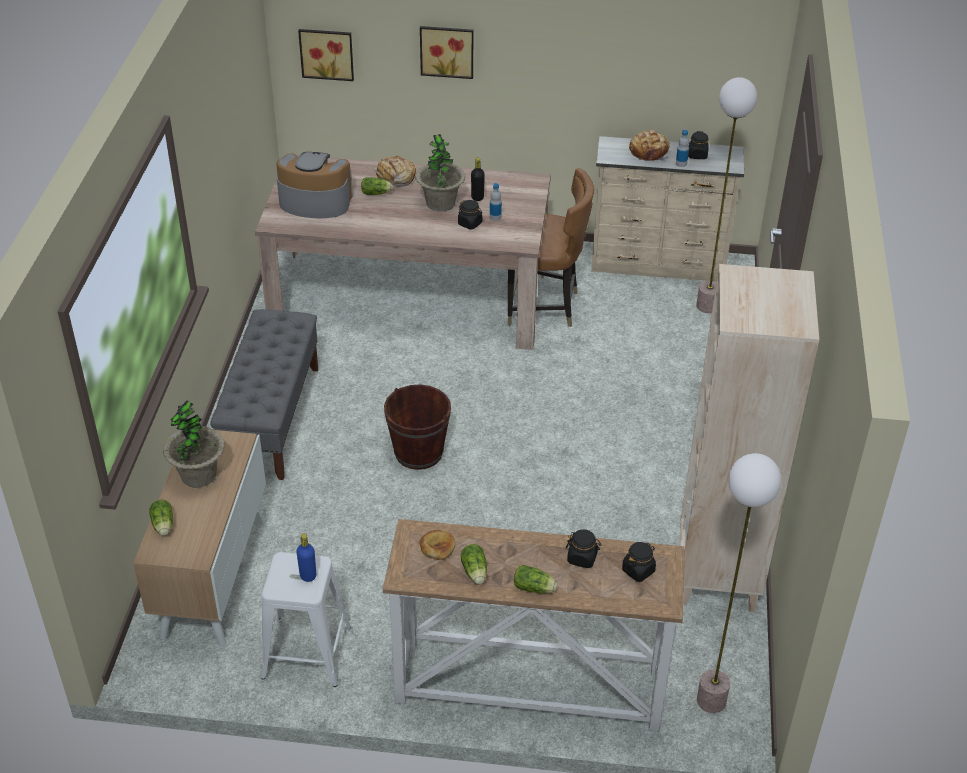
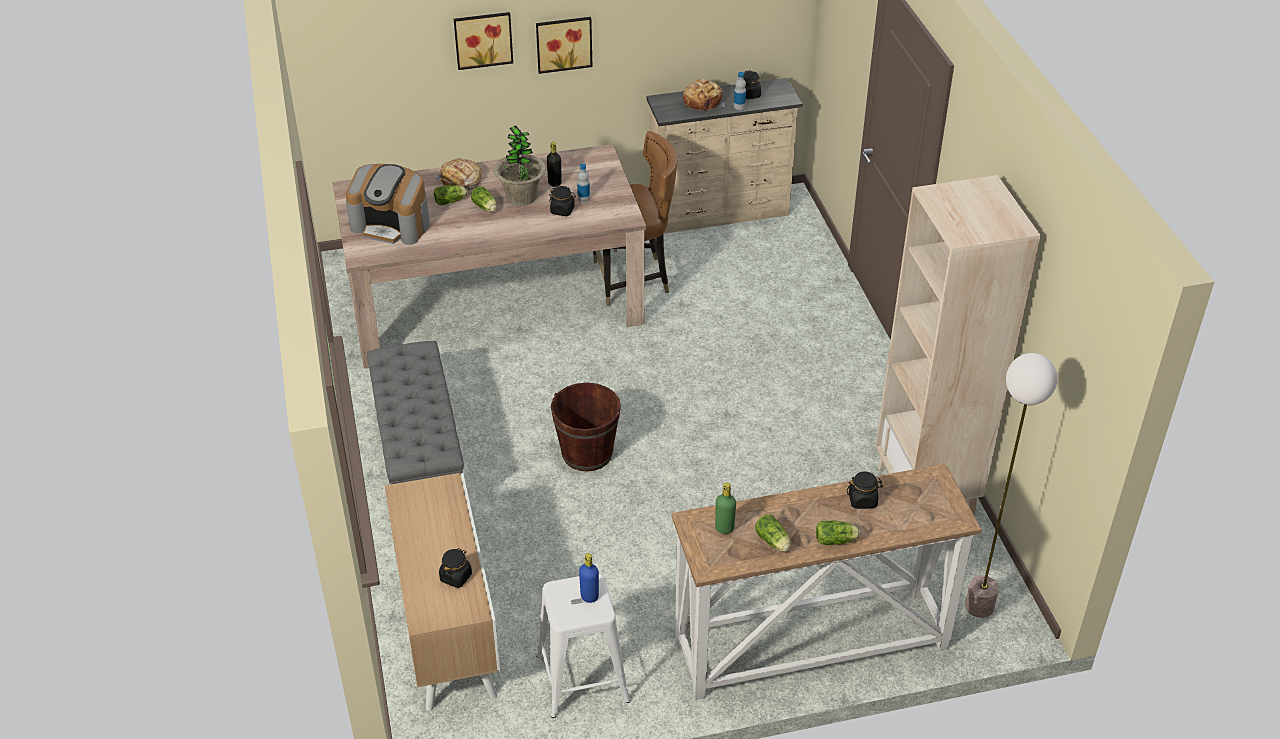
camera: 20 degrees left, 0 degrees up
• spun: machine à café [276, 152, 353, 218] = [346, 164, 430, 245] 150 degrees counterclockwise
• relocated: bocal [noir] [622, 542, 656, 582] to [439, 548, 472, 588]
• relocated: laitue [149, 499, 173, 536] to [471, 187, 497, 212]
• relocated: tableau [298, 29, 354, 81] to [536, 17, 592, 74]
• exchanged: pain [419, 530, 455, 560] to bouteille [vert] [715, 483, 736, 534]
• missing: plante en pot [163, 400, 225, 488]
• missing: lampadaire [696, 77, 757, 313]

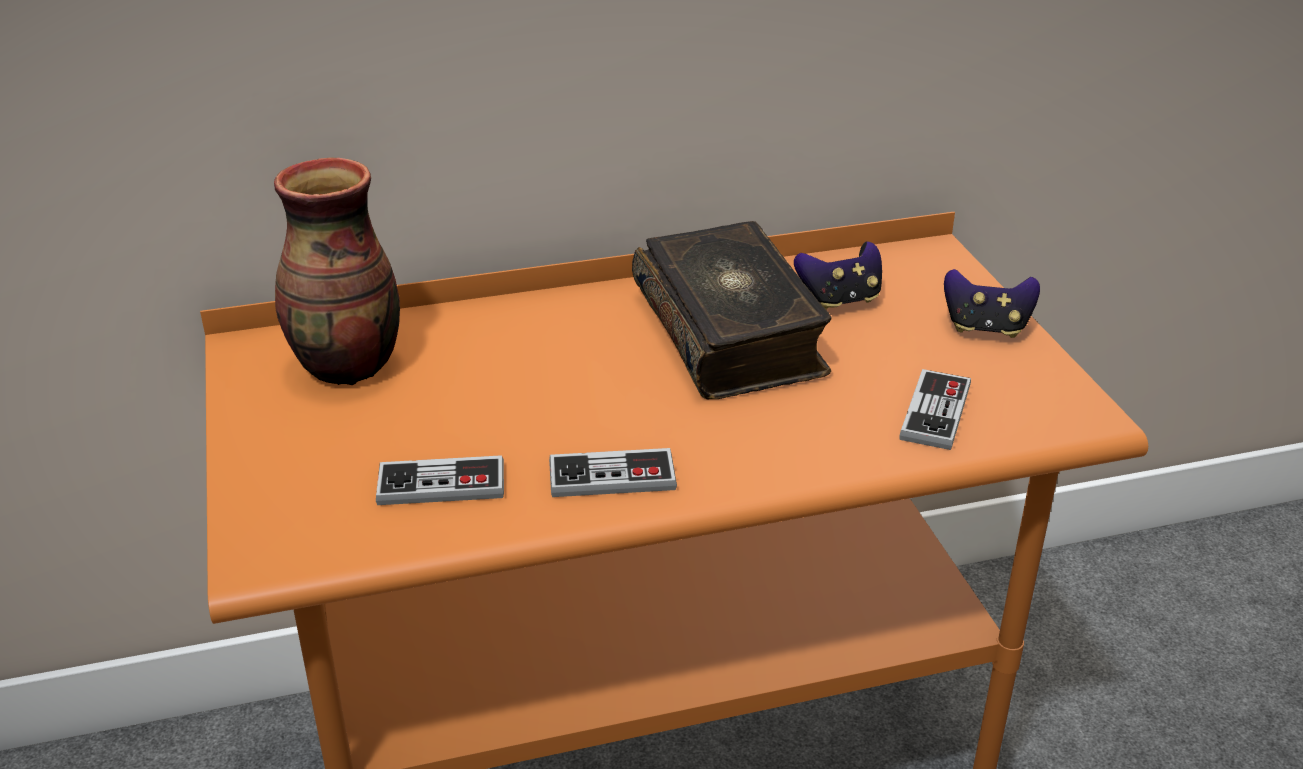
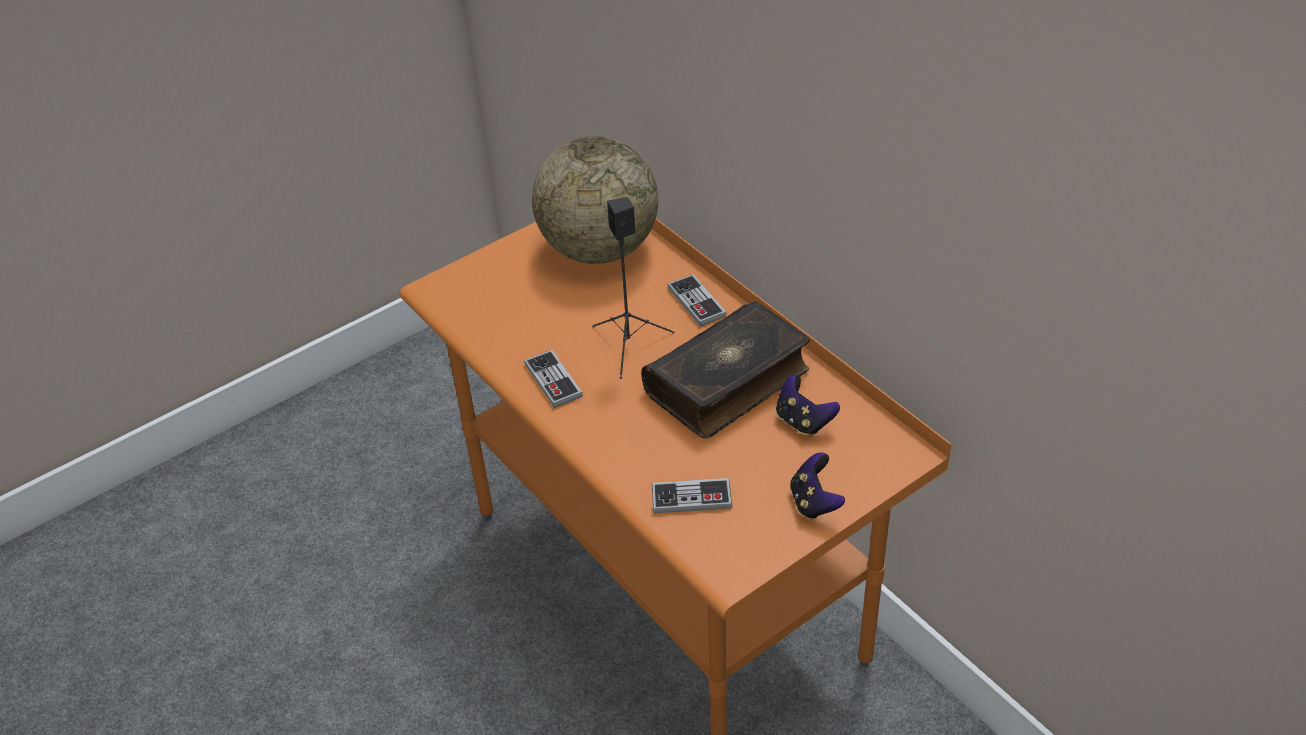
camera: 70 degrees right, 10 degrees up
• exchanged: vase [274, 157, 400, 385] to globe [532, 136, 658, 264]
• appeared: enceinte [noir] [592, 197, 674, 379]
• relocated: manette [376, 455, 504, 505] to [667, 274, 727, 327]

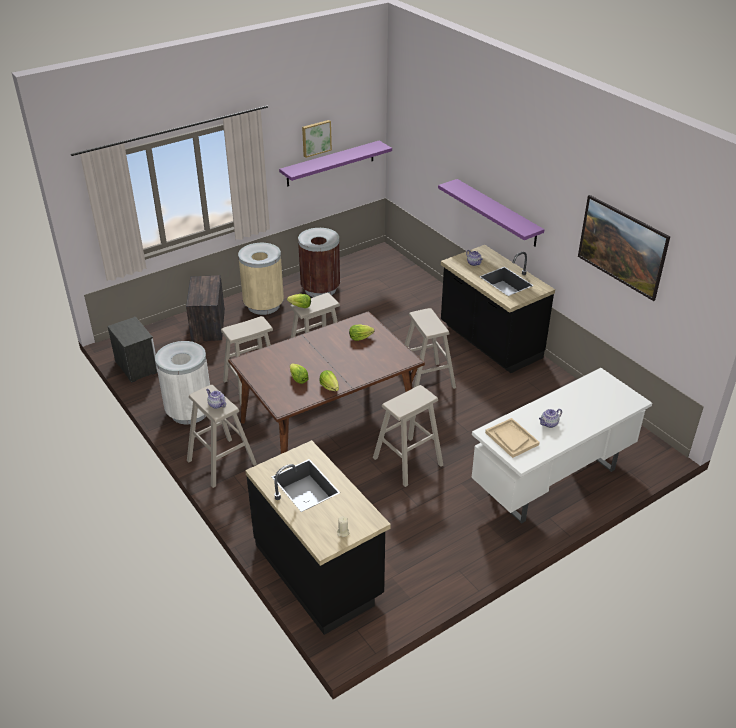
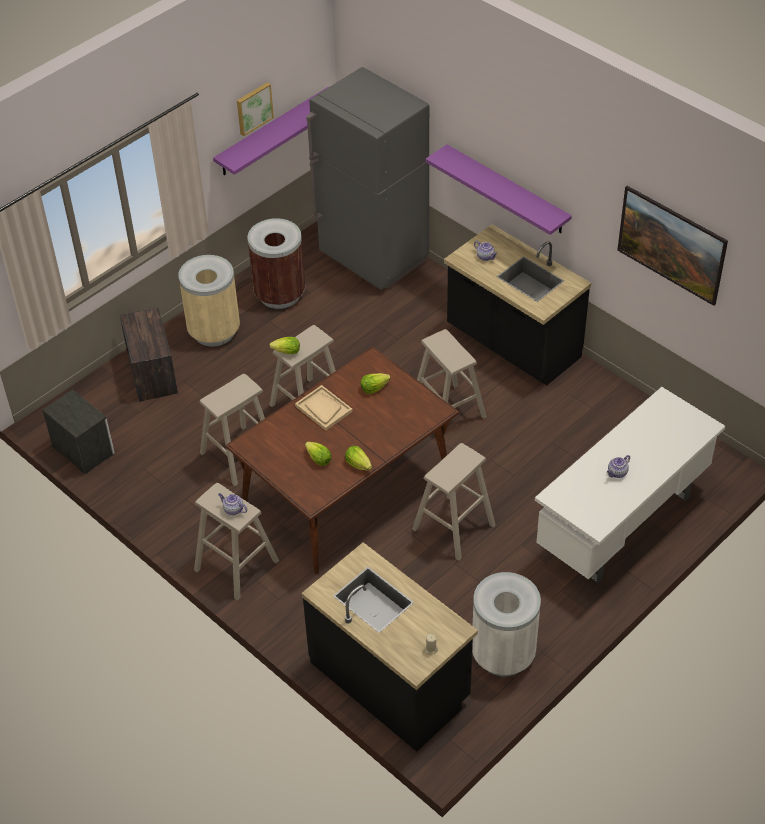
camera: 10 degrees left, 10 degrees up
• relocated: plateau [beige] [485, 418, 540, 458] to [295, 385, 353, 431]
• appeared: réfrigérateur [gris] [306, 67, 429, 290]
• relocated: poubelle [blanc] [155, 341, 210, 424] to [472, 572, 541, 676]

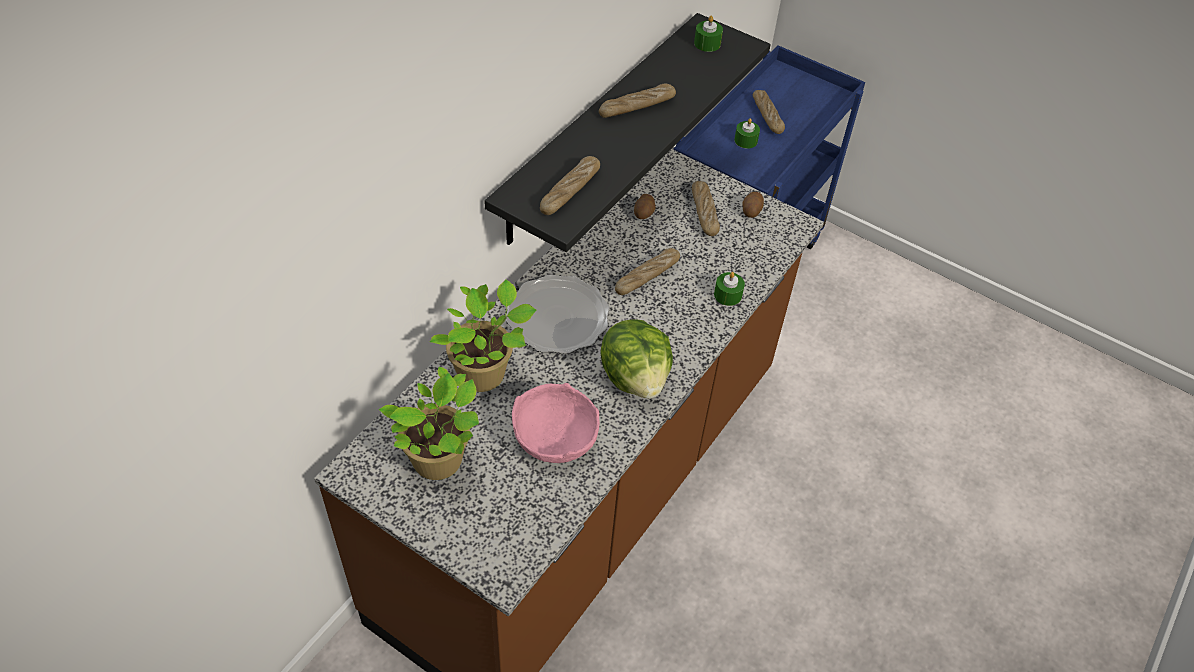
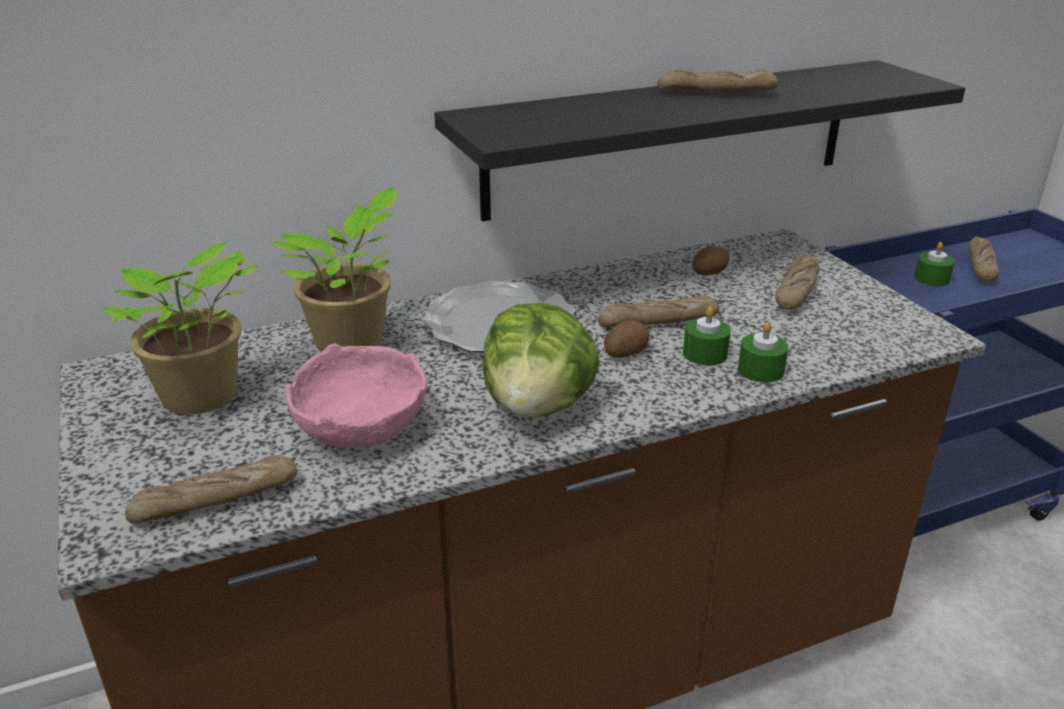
camera: 35 degrees right, 20 degrees down
• relocated: pain [540, 156, 600, 215] to [125, 455, 297, 524]
• relocated: pomme de terre [743, 192, 764, 218] to [604, 321, 650, 358]
• relocated: bougie [vert] [694, 16, 723, 52] to [683, 306, 731, 365]

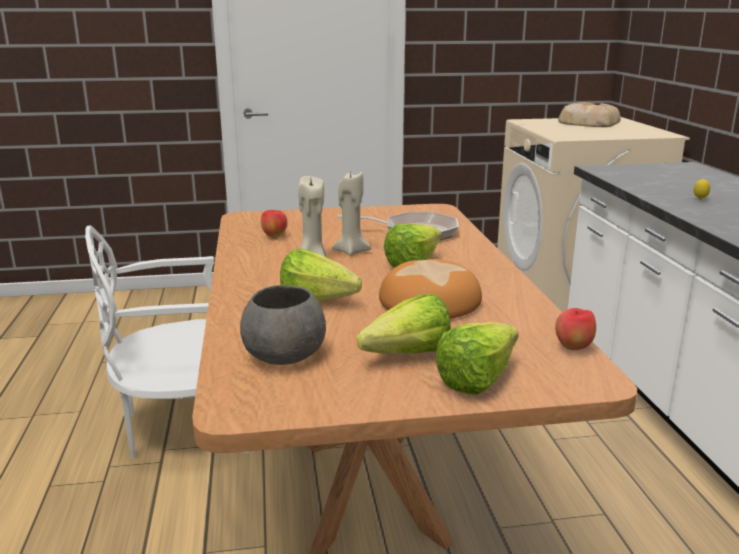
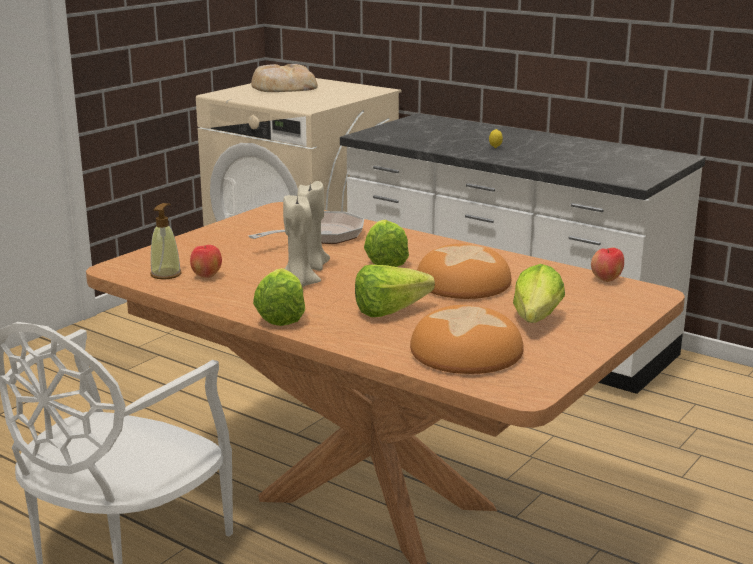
camera: 45 degrees left, 0 degrees up
• appeared: distributeur de savon [150, 203, 182, 280]
• relocated: laitue [435, 322, 518, 395] to [253, 268, 305, 326]
• exchanged: bol [gris] [240, 285, 326, 365] to pain [410, 305, 524, 374]

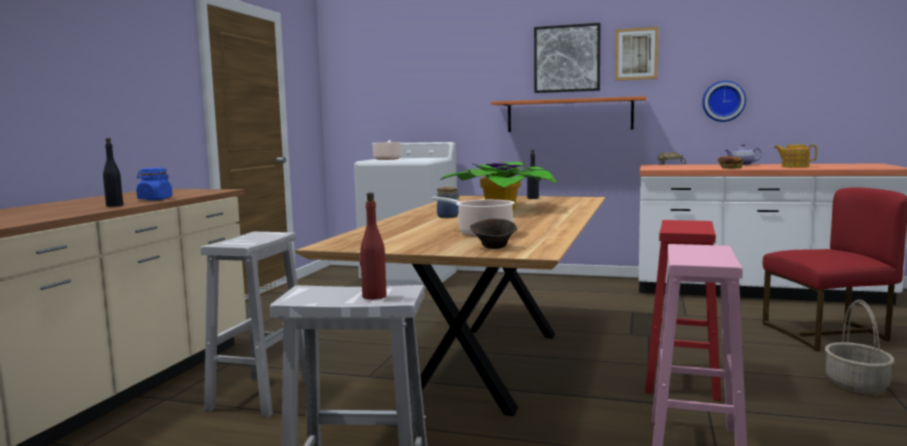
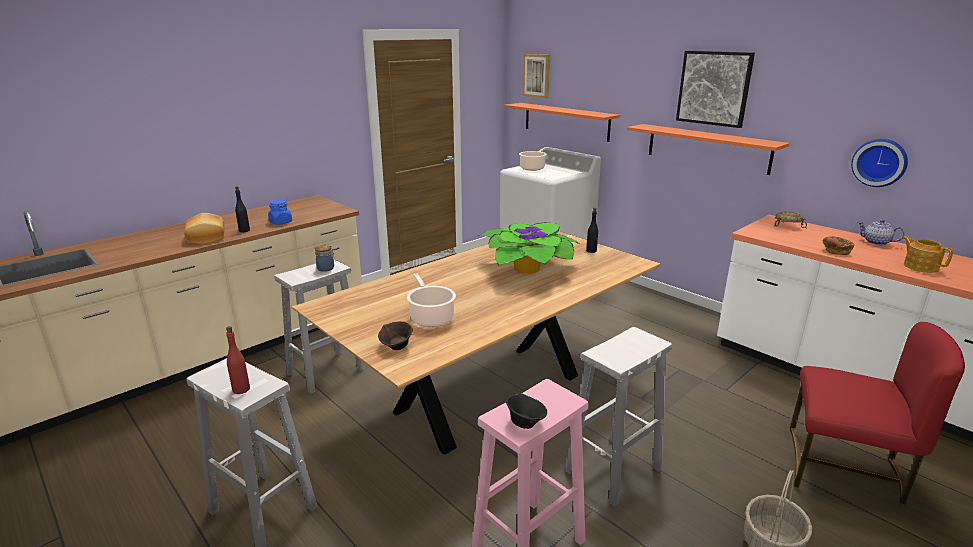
camera: 30 degrees right, 15 degrees up
• appeared: pain [184, 213, 224, 244]
• relocated: bocal [437, 187, 460, 218] to [315, 245, 335, 272]
• appeared: étagère [orange] [504, 103, 620, 142]
• appeared: bol [noir] [506, 393, 547, 429]
• relocated: tableau [615, 27, 658, 81] to [522, 54, 550, 98]
• colour: tabouret [rouge] [645, 220, 721, 401] to tabouret [blanc] [565, 327, 672, 507]

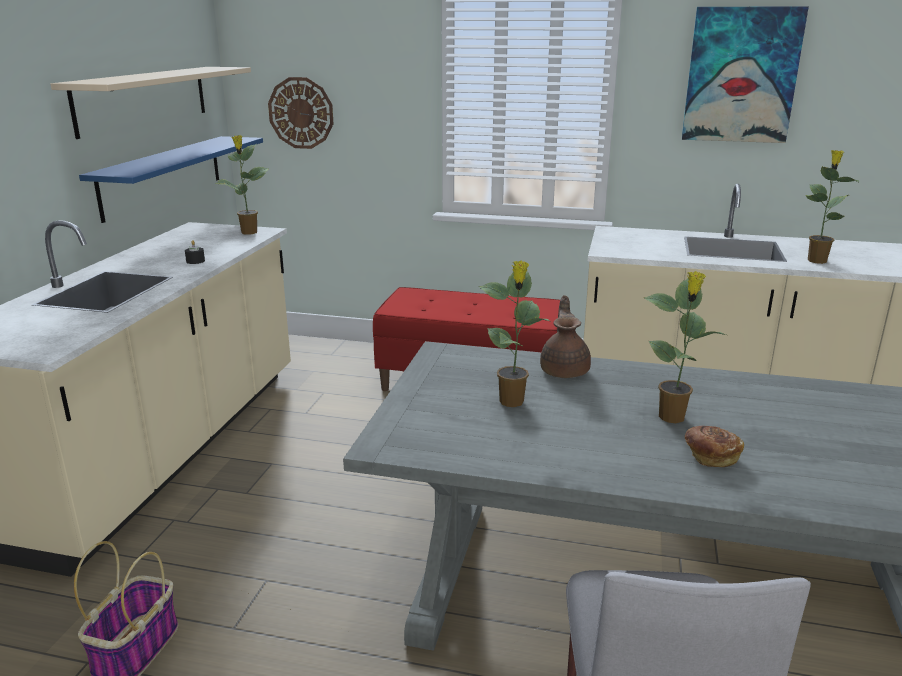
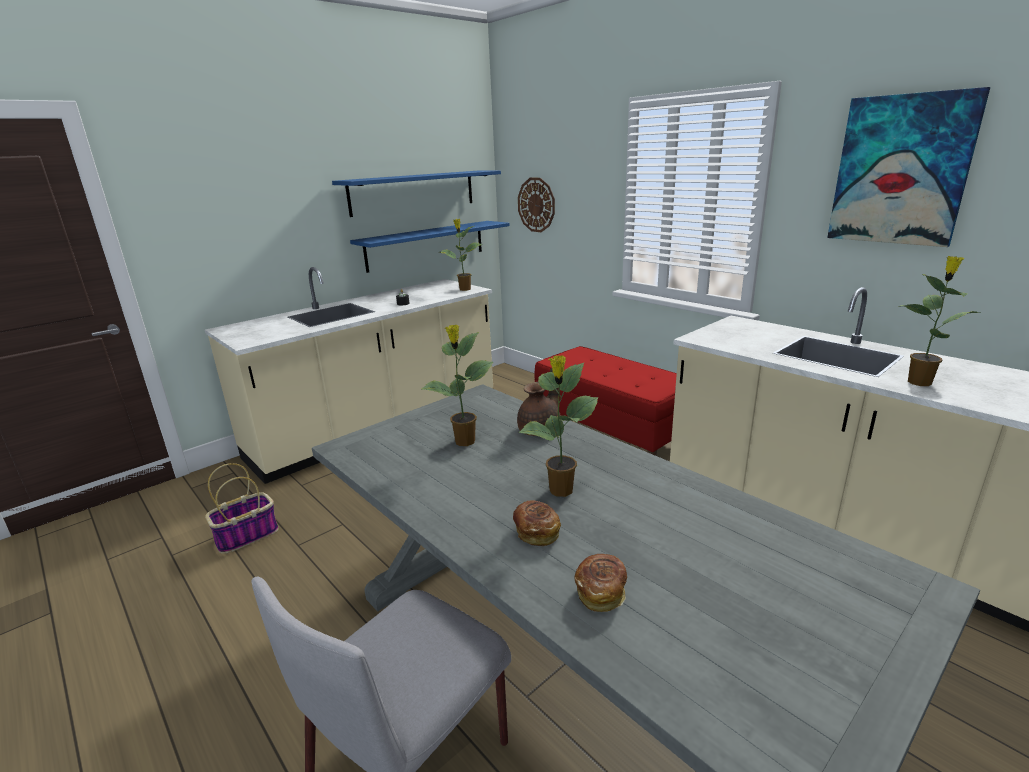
camera: 35 degrees right, 0 degrees up
• colour: étagère [beige] [51, 67, 251, 139] to étagère [bleu] [332, 170, 501, 217]
• appeared: pain [574, 554, 627, 612]

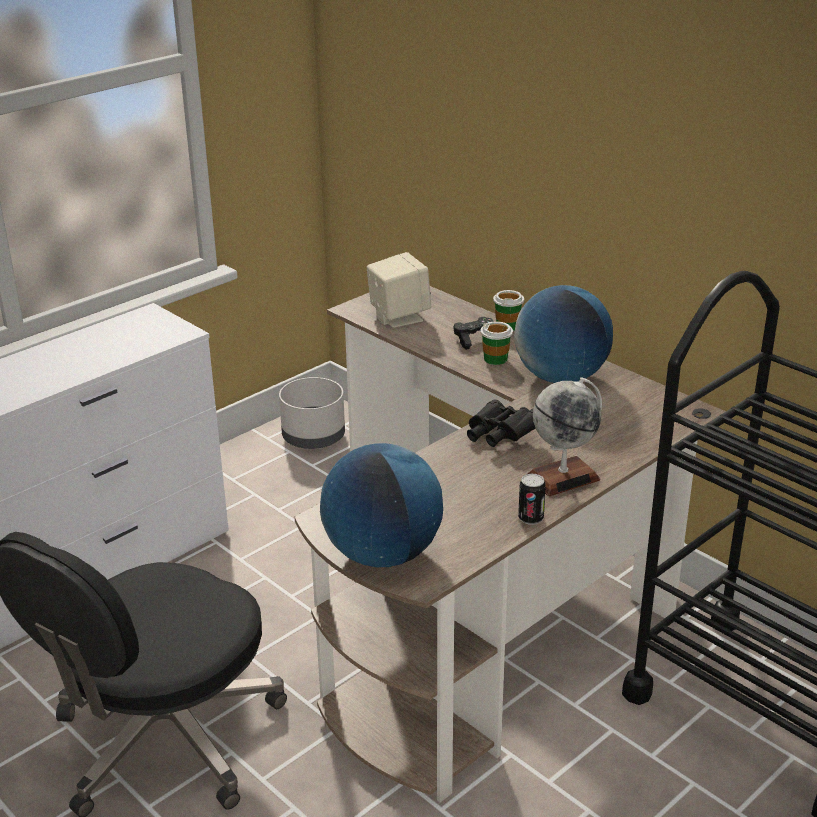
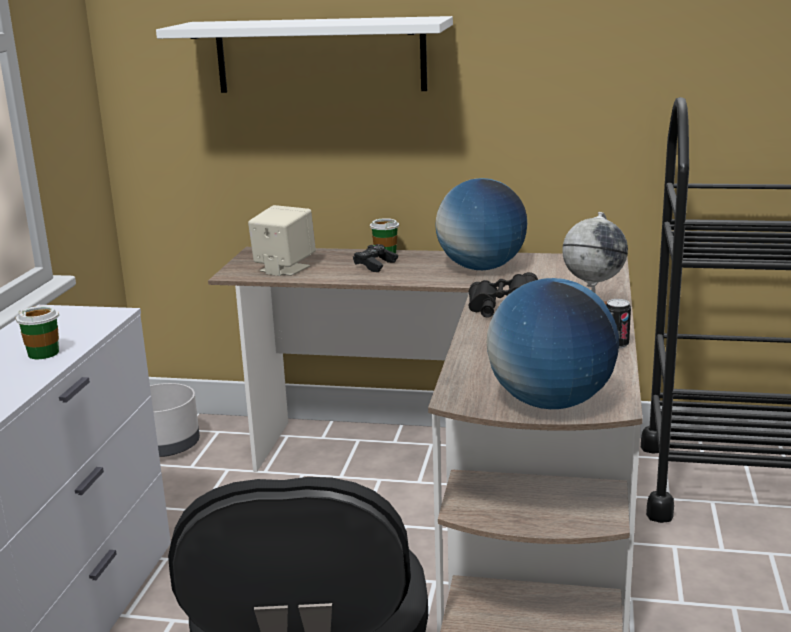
camera: 35 degrees left, 10 degrees down
• relocated: tasse [480, 321, 513, 365] to [16, 306, 59, 359]
• appeared: étagère [blanc] [156, 16, 453, 93]

